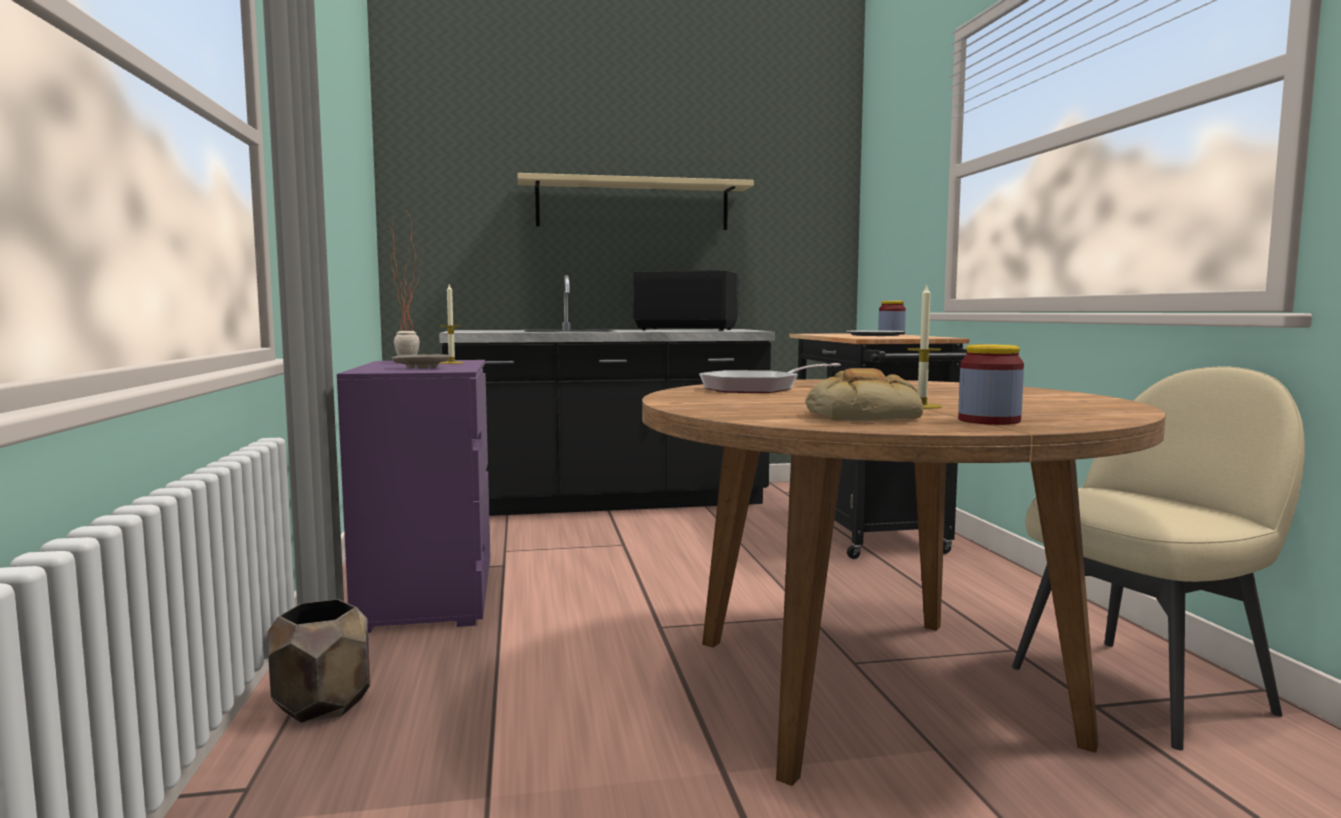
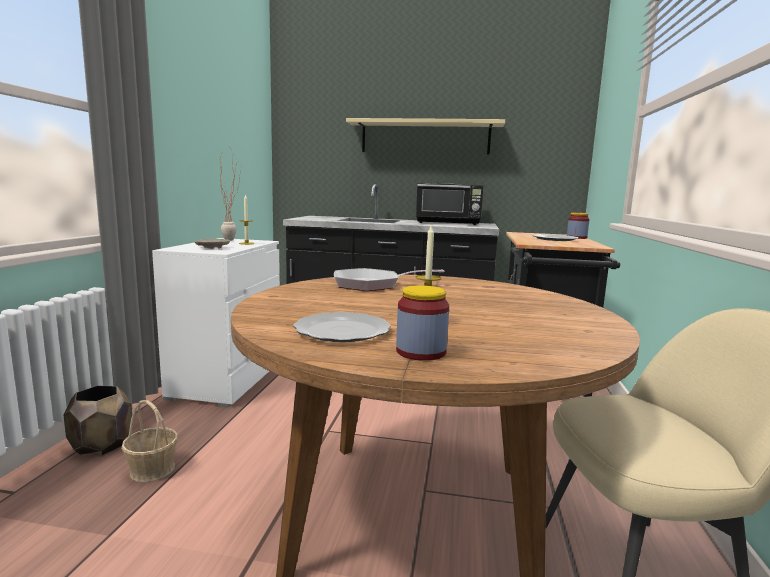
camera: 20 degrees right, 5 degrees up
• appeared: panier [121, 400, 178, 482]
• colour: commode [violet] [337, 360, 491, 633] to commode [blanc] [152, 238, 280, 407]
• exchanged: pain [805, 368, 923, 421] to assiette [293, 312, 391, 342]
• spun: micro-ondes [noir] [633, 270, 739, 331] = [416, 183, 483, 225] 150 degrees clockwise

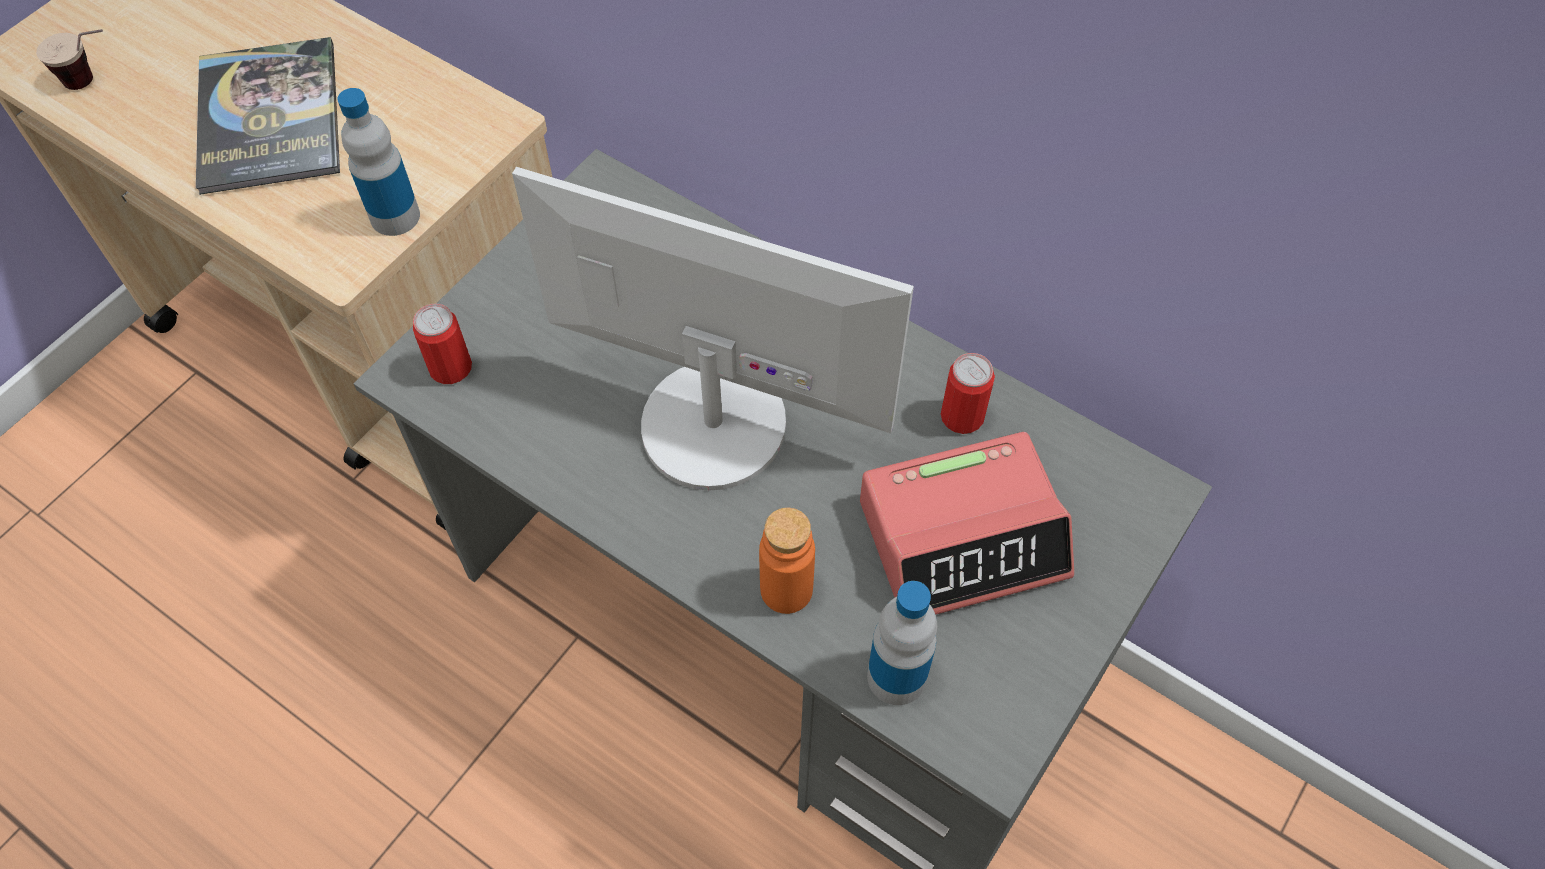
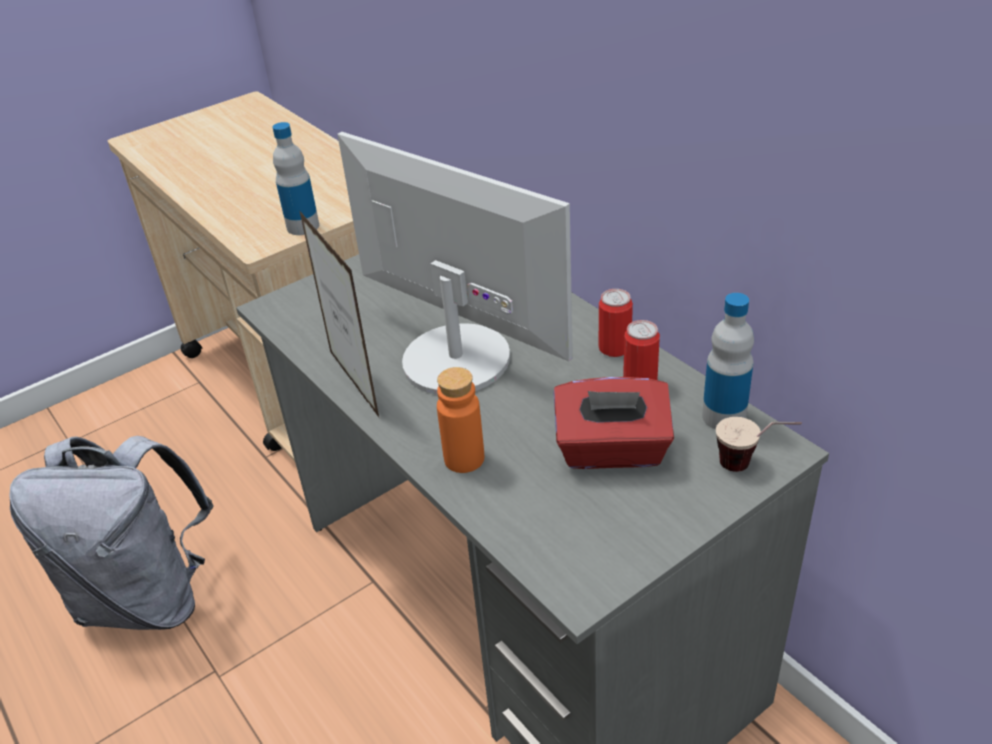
camera: 20 degrees right, 20 degrees down
• appeared: sac à dos [gris] [9, 436, 214, 630]
• appeared: cadre photo [299, 210, 379, 417]
• exchanged: réveil [860, 432, 1074, 615] to boîte à mouchoirs [rouge] [554, 377, 674, 469]
• relocated: boîte métallique [413, 304, 472, 384] to [599, 289, 633, 357]
• relocated: bouteille [867, 581, 937, 705] to [702, 293, 754, 430]
• relocated: tasse [36, 29, 103, 90] to [716, 417, 802, 472]
• missing: livre [196, 37, 340, 195]

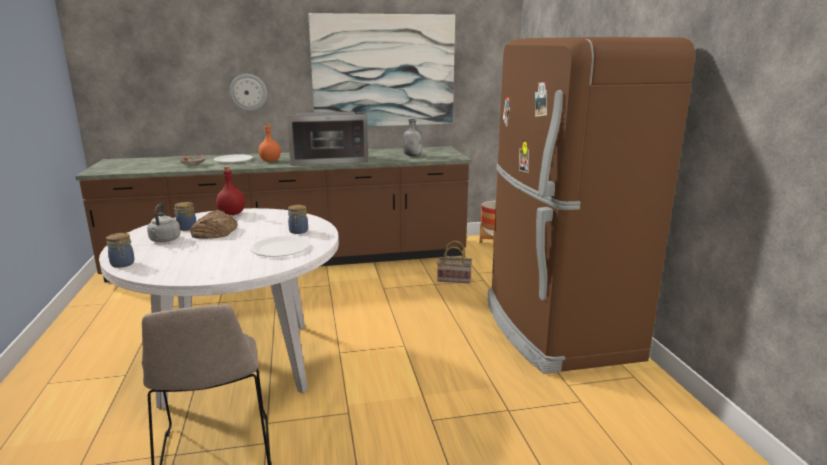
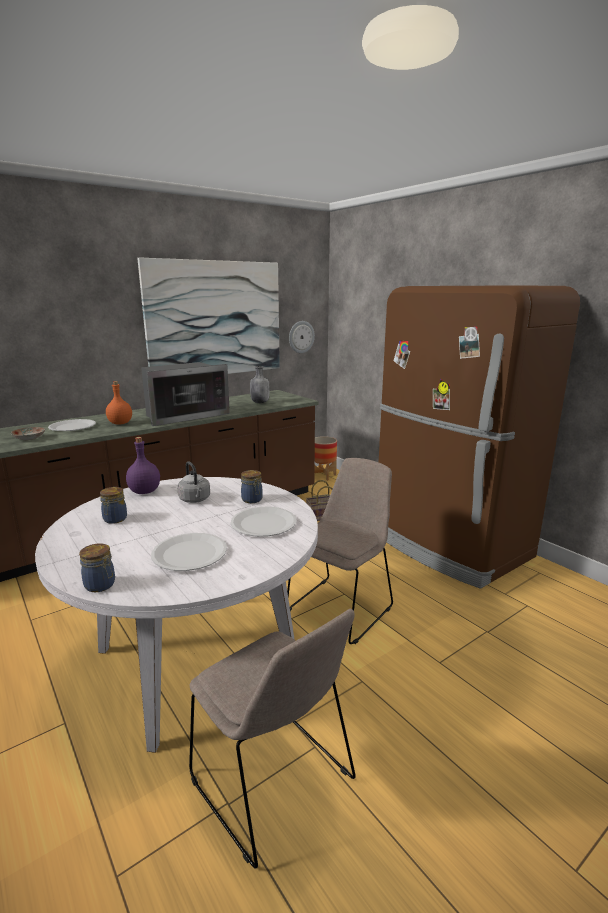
camera: 25 degrees left, 0 degrees up
• colour: bouteille [rouge] [216, 166, 245, 215] to bouteille [violet] [126, 437, 160, 494]
• appeared: assiette [blanc] [151, 533, 227, 571]
• relocated: bouilloire [gris] [147, 203, 181, 242] to [177, 462, 210, 503]
• appeared: chaise [beige] [287, 458, 393, 644]
• relocated: horloge murale [229, 74, 267, 111] to [289, 321, 315, 353]
• missing: pain [190, 211, 237, 239]

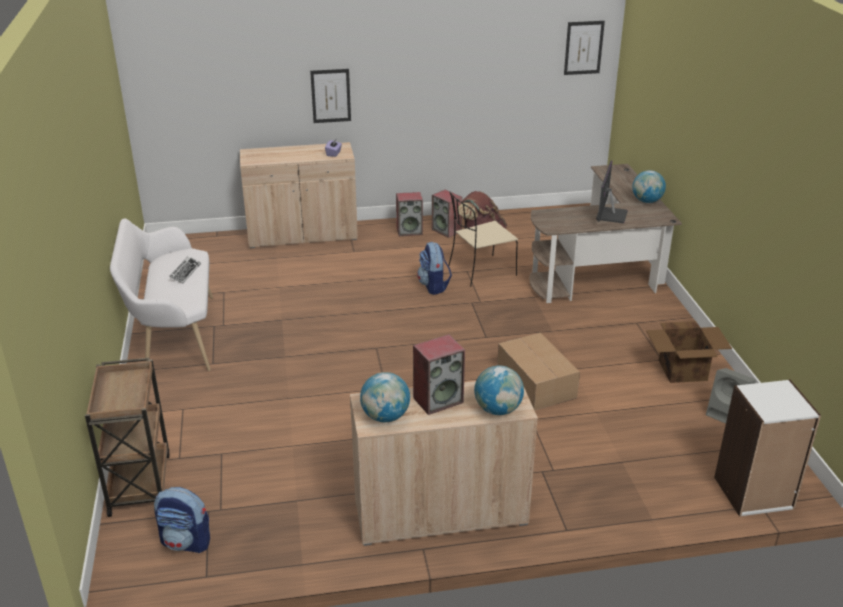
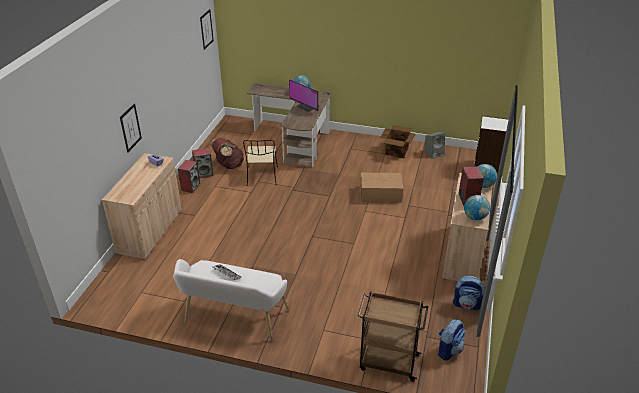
camera: 65 degrees left, 5 degrees up
• relocated: sac à dos [417, 242, 452, 295] to [453, 276, 485, 310]

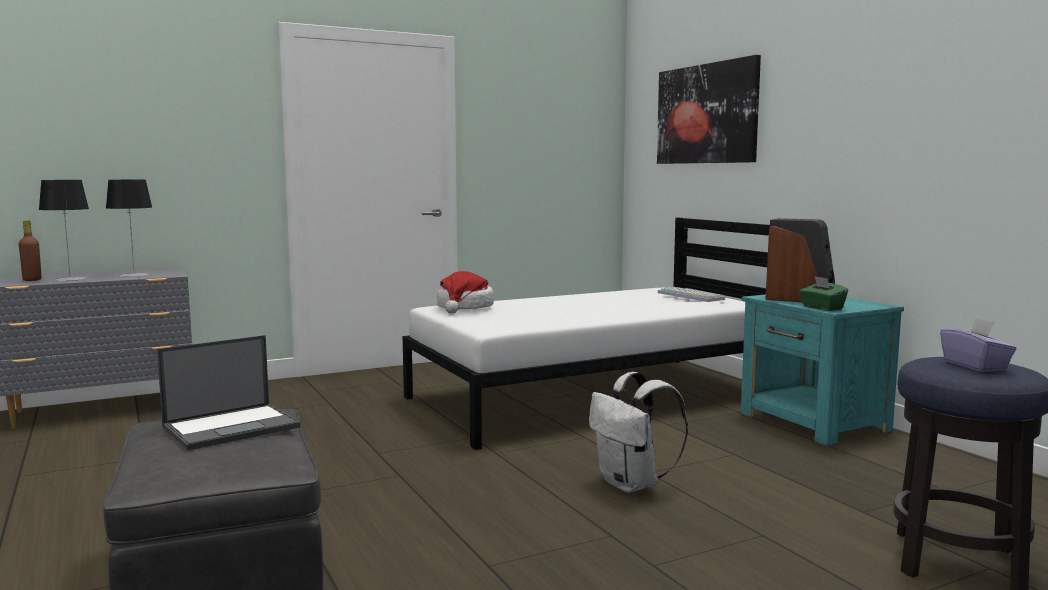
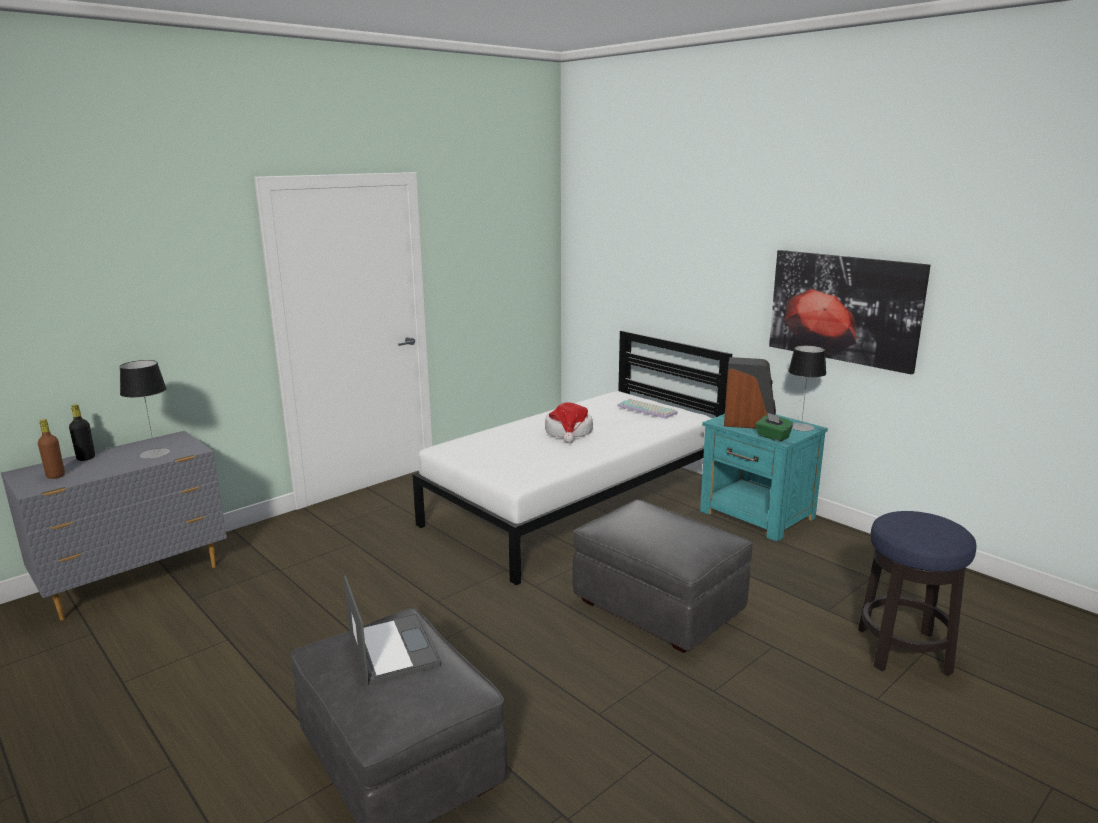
camera: 15 degrees left, 10 degrees up
• appeared: bouteille [noir] [69, 404, 95, 461]
• spun: ordinateur portable [157, 335, 300, 450] = [344, 575, 441, 685] 60 degrees counterclockwise
• relocated: chapeau [437, 271, 494, 314] to [545, 402, 593, 443]
• exchanged: sac à dos [blanc] [589, 372, 688, 493] to pouf [gris] [573, 499, 753, 653]
• relocated: tableau [657, 55, 761, 164] to [769, 250, 931, 374]
• relocated: lampe de table [39, 180, 89, 281] to [788, 345, 826, 431]
• missing: boîte à mouchoirs [violet] [940, 317, 1016, 372]

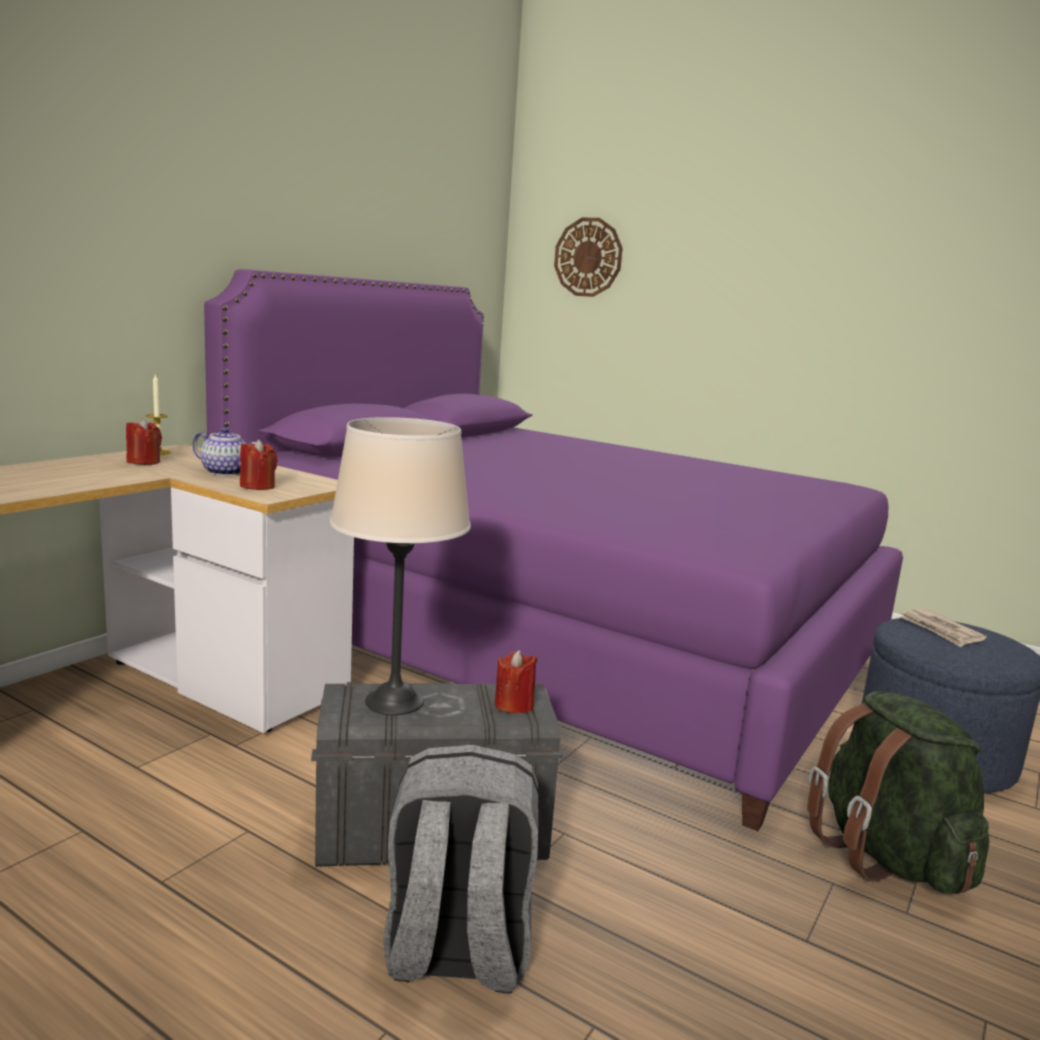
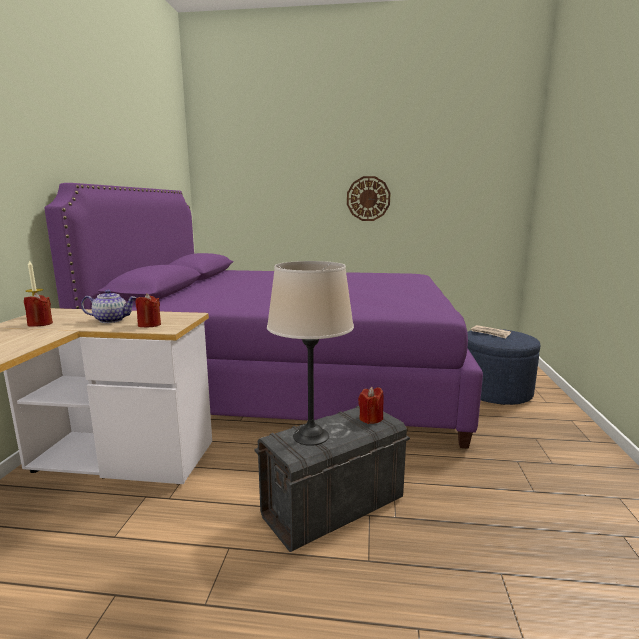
camera: 25 degrees left, 0 degrees up
• relocated: horloge murale [554, 218, 623, 297] to [347, 176, 390, 221]
• missing: sac à dos [gris] [383, 745, 539, 993]
• missing: sac à dos [vert] [807, 692, 989, 894]

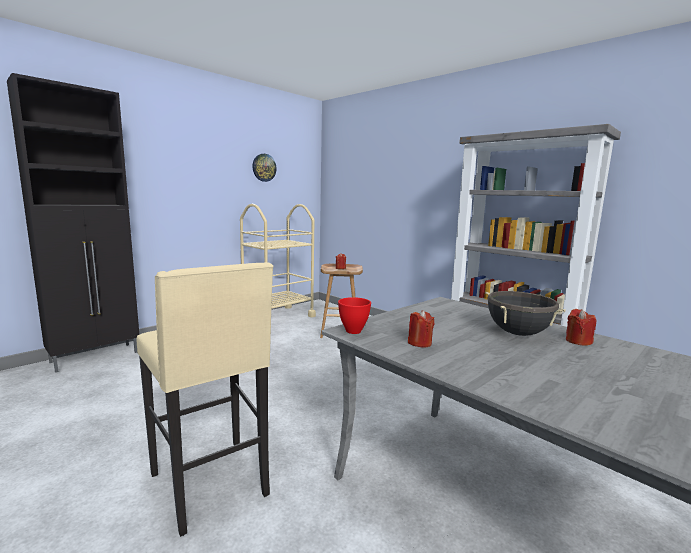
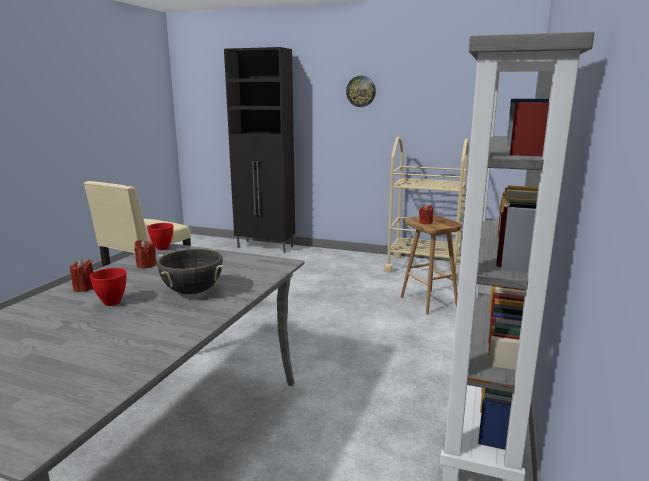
camera: 65 degrees right, 5 degrees up
• relocated: bougie [rouge] [566, 309, 597, 345] to [70, 259, 93, 292]
• appeared: bol [rouge] [90, 268, 126, 306]
• relocated: horloge murale [252, 154, 277, 182] to [346, 76, 376, 107]

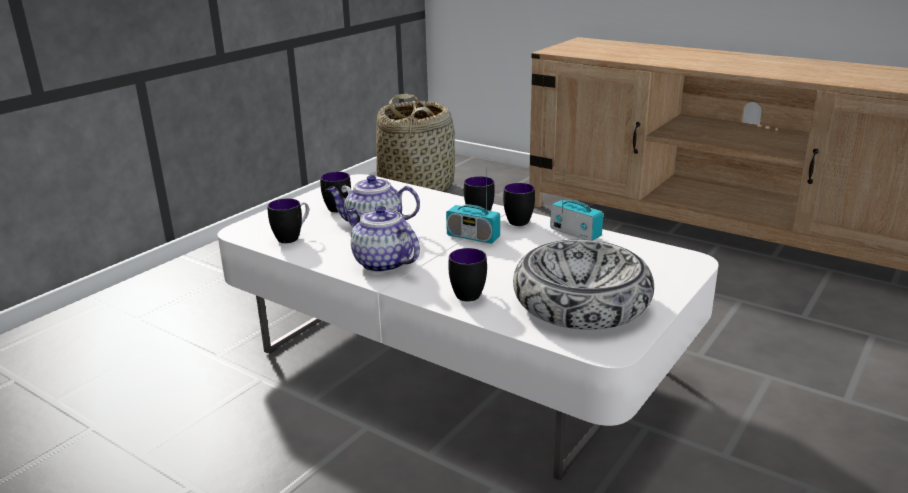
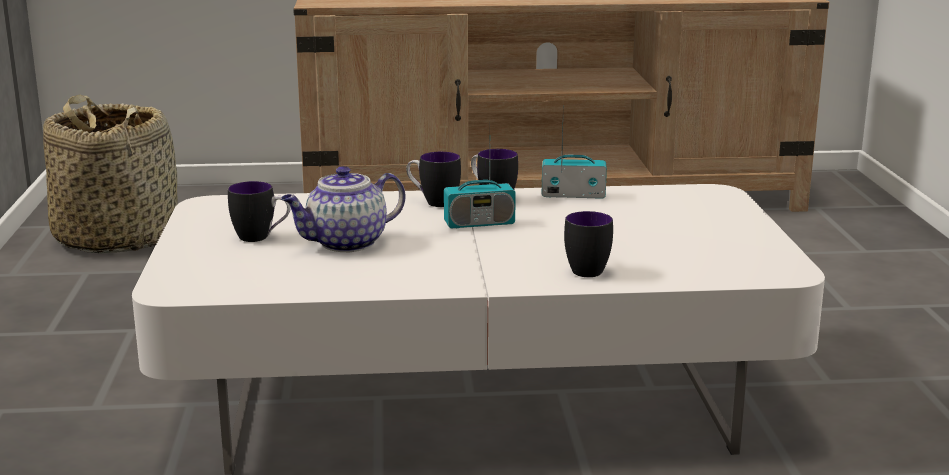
camera: 40 degrees left, 5 degrees down
• missing: mug [267, 198, 309, 243]
• missing: théière [347, 206, 420, 273]
• missing: bol [513, 240, 654, 330]

